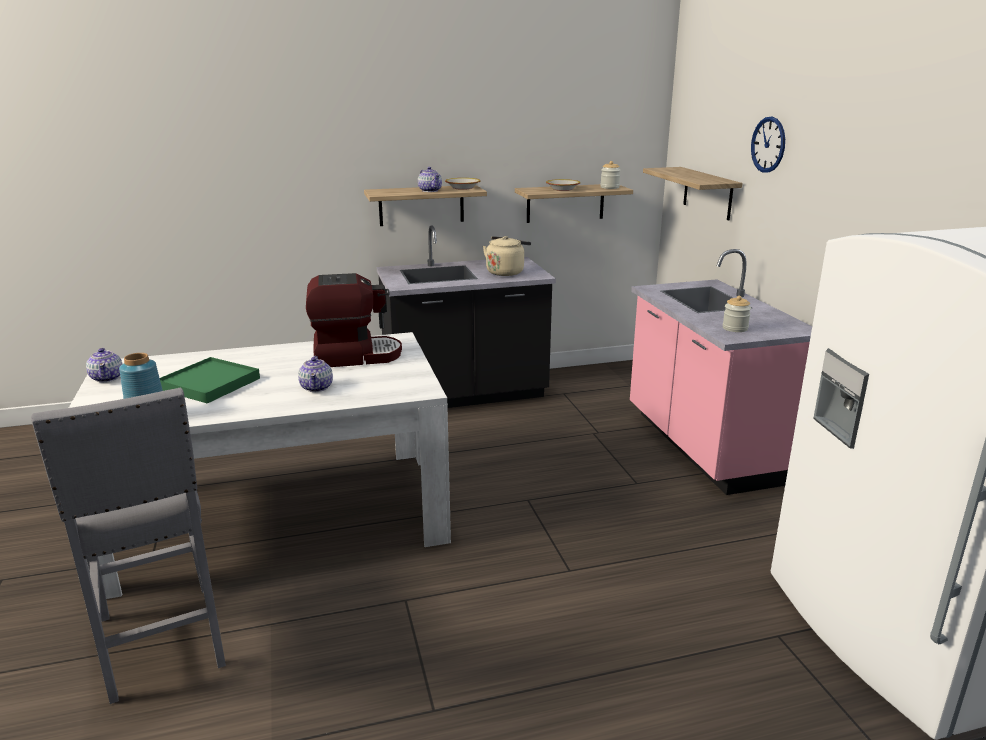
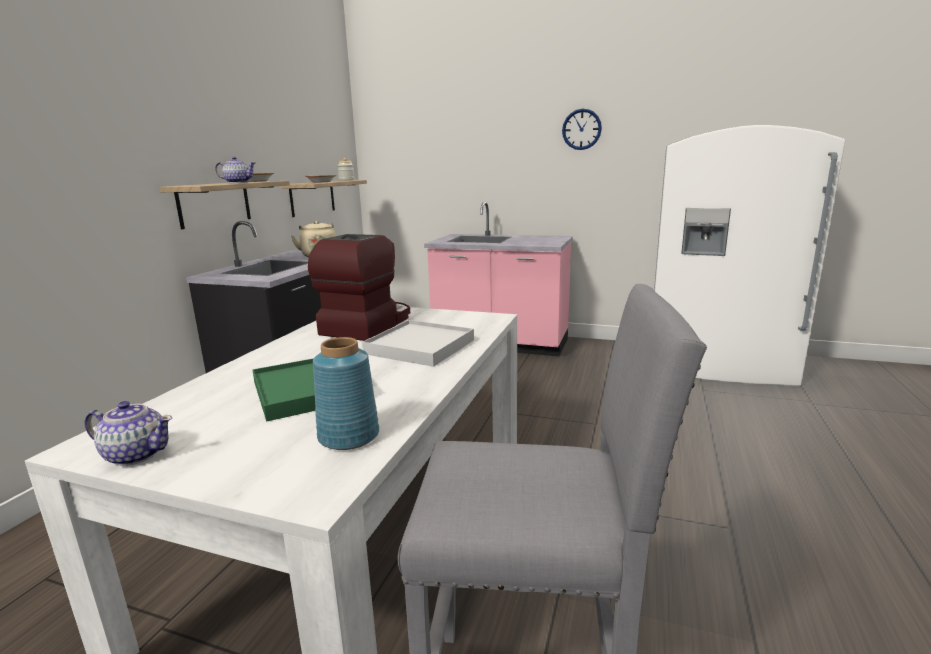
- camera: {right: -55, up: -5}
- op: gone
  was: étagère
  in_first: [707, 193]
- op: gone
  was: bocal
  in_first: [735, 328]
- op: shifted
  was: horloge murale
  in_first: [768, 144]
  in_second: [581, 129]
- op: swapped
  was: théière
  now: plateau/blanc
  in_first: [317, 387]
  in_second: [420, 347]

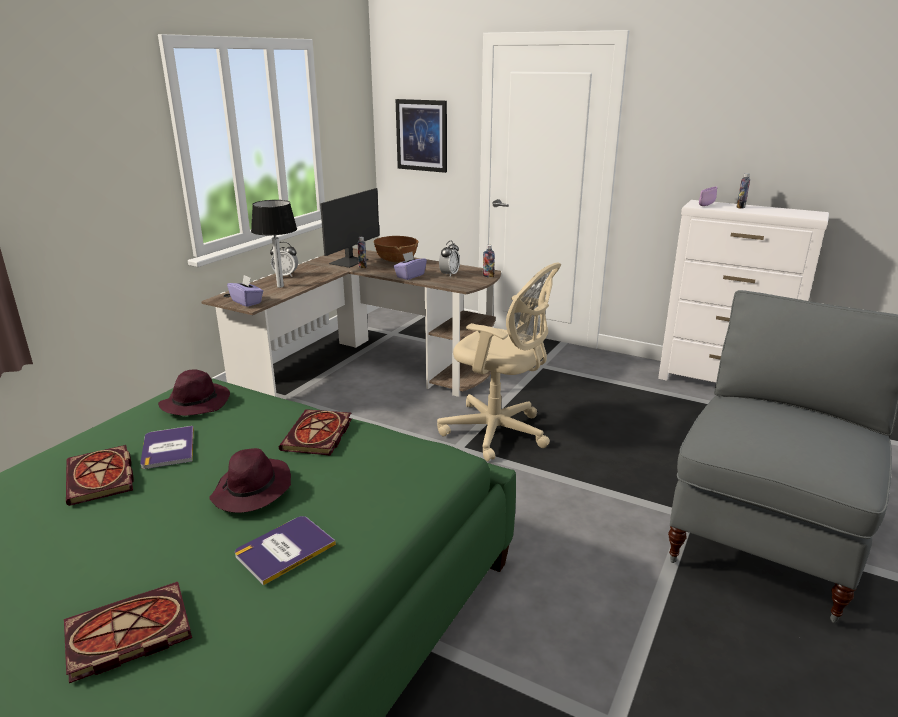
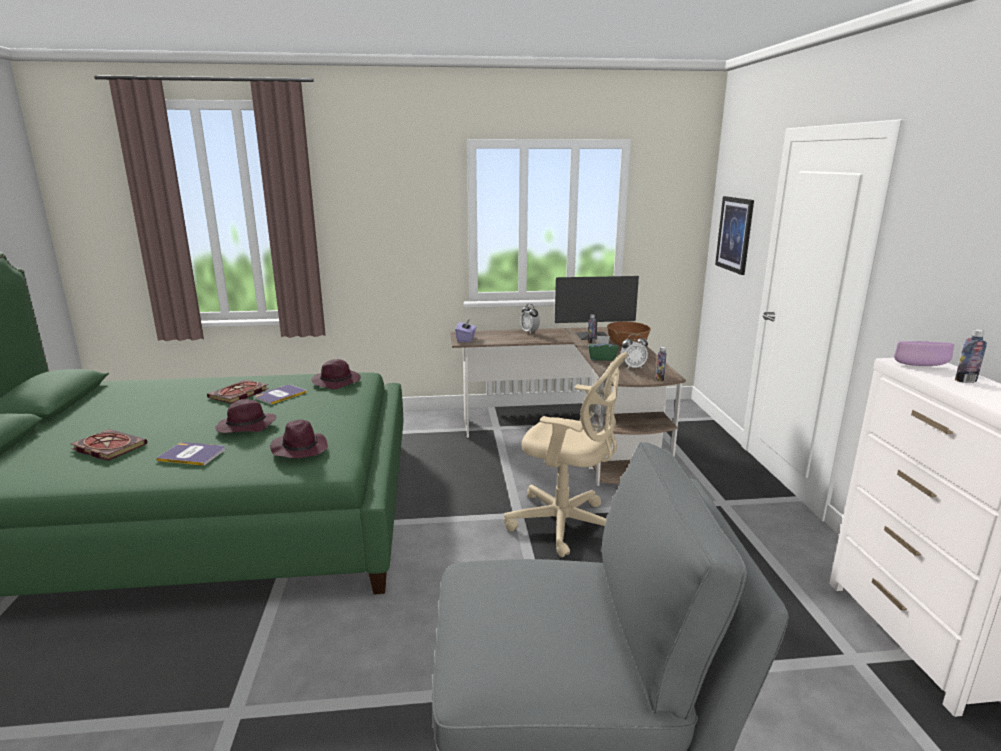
- camera: {right: 55, up: -5}
- op: gone
  was: lampe de table
  in_first: [281, 286]
- op: gone
  was: livre
  in_first: [318, 436]
- op: new
  now: chapeau/violet
  in_second: [299, 449]
- op: repainted
  was: boîte à mouchoirs/violet
  now: boîte à mouchoirs/vert
  in_first: [410, 276]
  in_second: [602, 358]
- op: rotated
  was: chaise de bureau/beige
  in_first: [498, 433]
  in_second: [566, 525]
  clockwise: -60

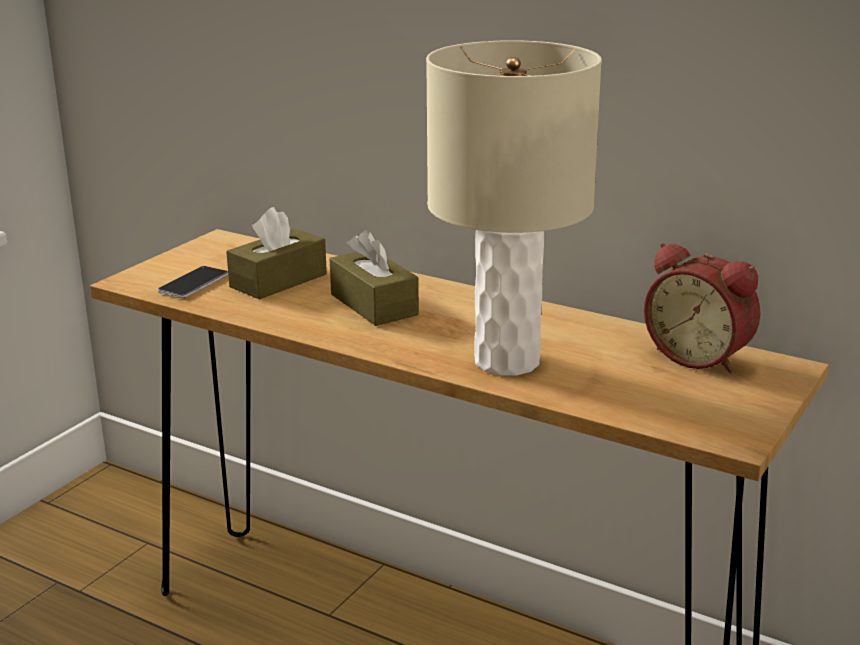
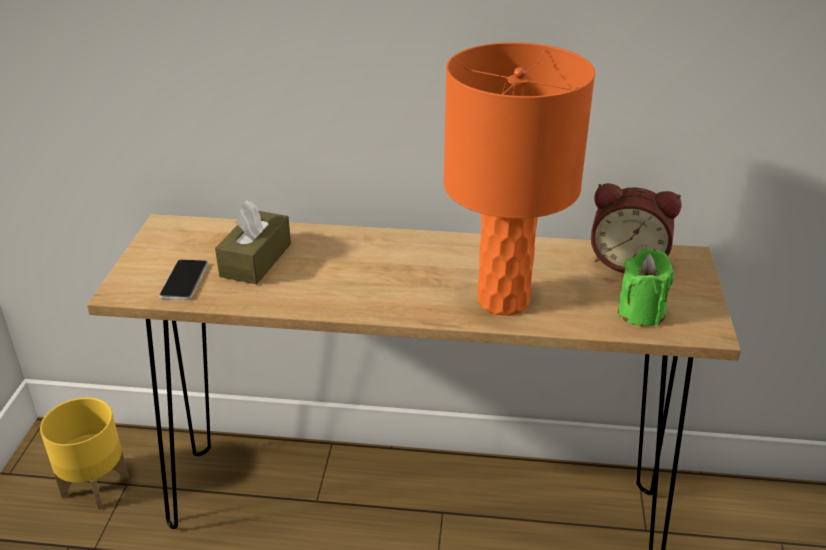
- camera: {right: -25, up: 10}
- op: gone
  was: boîte à mouchoirs/marron
  in_first: [374, 305]
- op: new
  now: cache-pot/jaune
  in_second: [94, 485]
- op: new
  now: bougie/vert
  in_second: [641, 313]
- op: repainted
  was: lampe de table/beige
  now: lampe de table/orange
  in_first: [506, 361]
  in_second: [502, 300]

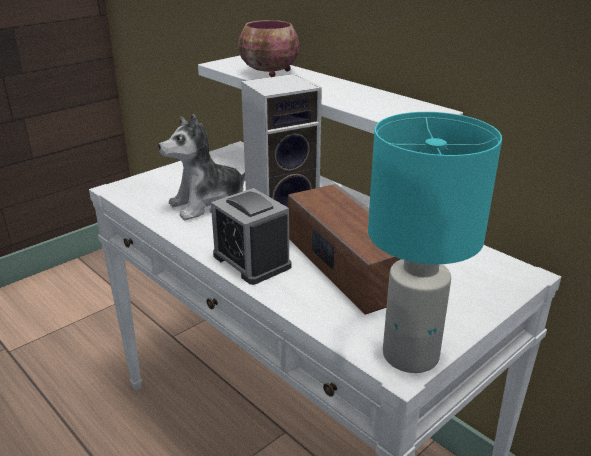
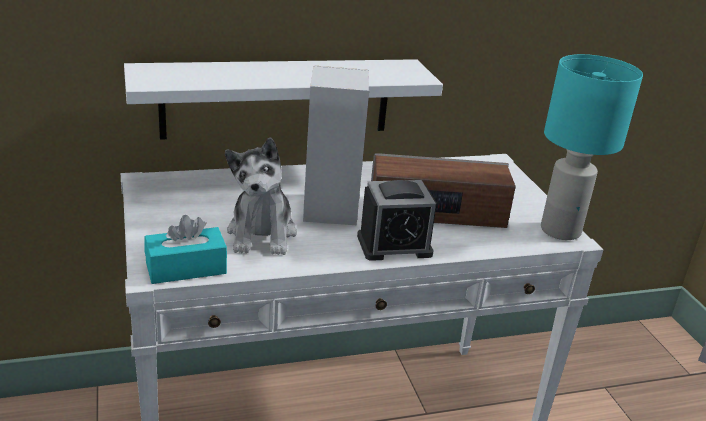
- camera: {right: -65, up: 0}
- op: gone
  was: bol
  in_first: [270, 73]
- op: new
  now: boîte à mouchoirs/turquoise
  in_second: [186, 268]

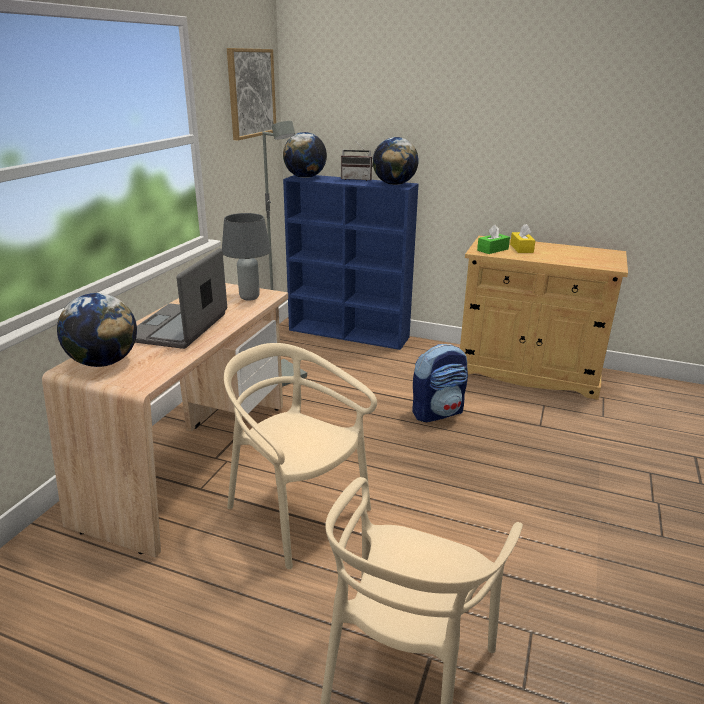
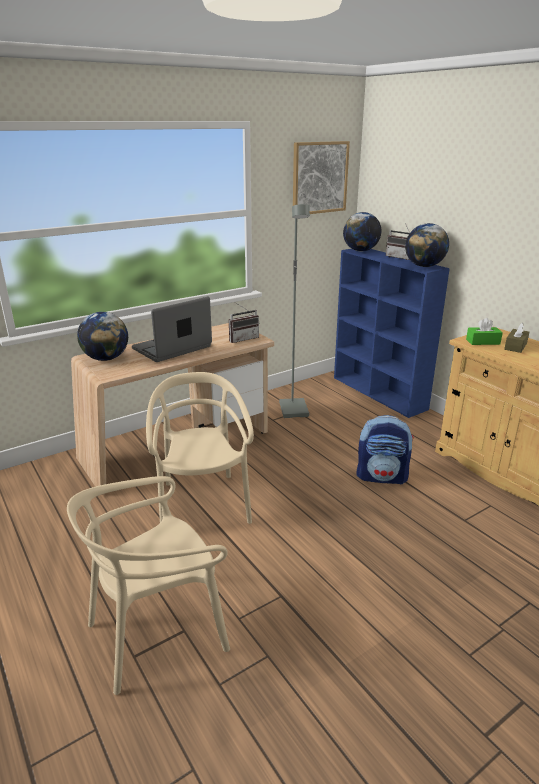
- camera: {right: 35, up: 0}
- op: swapped
  was: lampe de table/gris
  now: radio
  in_first: [249, 297]
  in_second: [242, 338]
- op: repainted
  was: boîte à mouchoirs/jaune
  now: boîte à mouchoirs/marron
  in_first: [521, 248]
  in_second: [515, 346]

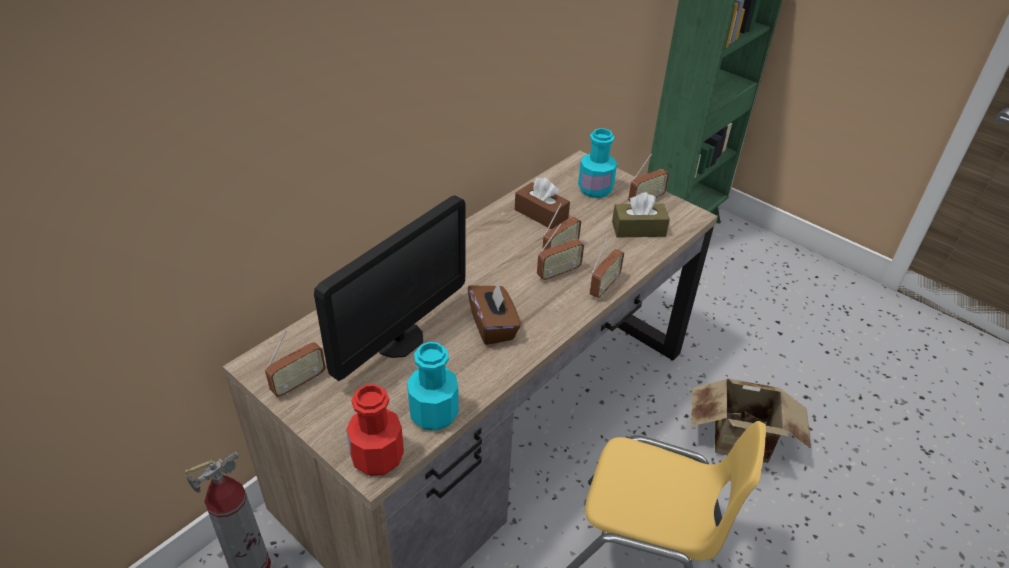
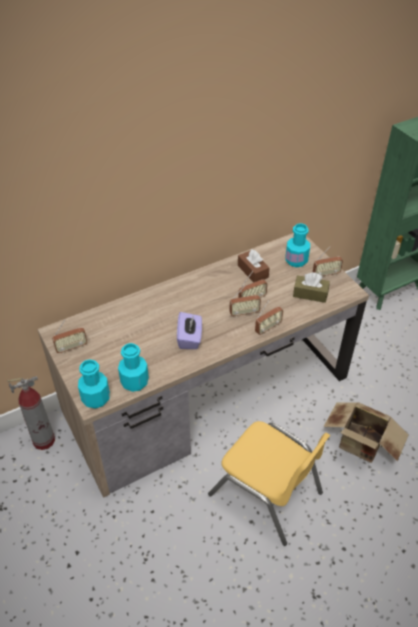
- camera: {right: 20, up: 5}
- op: gone
  was: écran d'ordinateur
  in_first: [399, 339]
- op: repainted
  was: bouteille/rouge
  now: bouteille/turquoise
  in_first: [377, 457]
  in_second: [96, 398]
- op: repainted
  was: boîte à mouchoirs/marron
  now: boîte à mouchoirs/violet
  in_first: [493, 326]
  in_second: [190, 338]

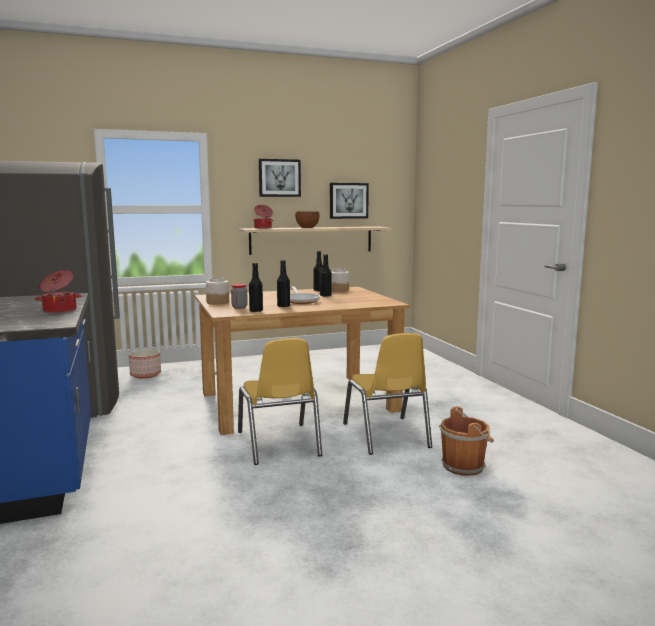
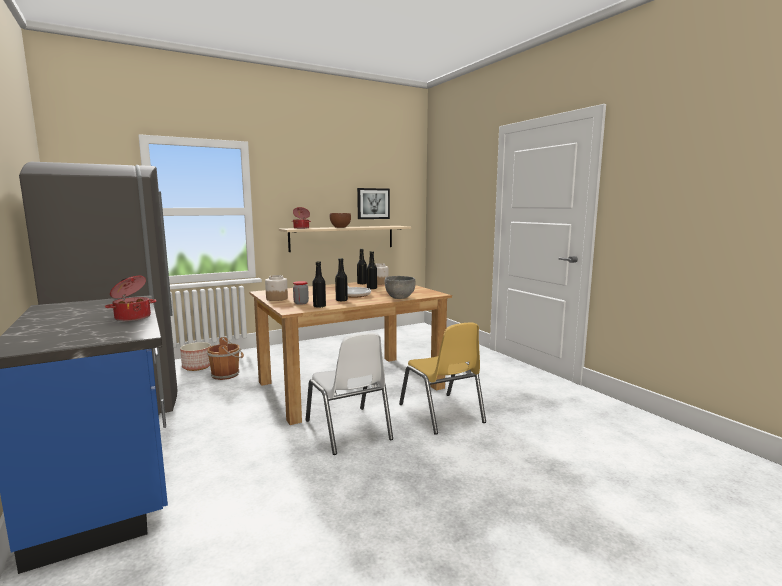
- camera: {right: -10, up: 0}
- op: gone
  was: tableau
  in_first: [279, 178]
- op: new
  now: bol/gris
  in_second: [399, 298]
- op: shifted
  was: seau/marron
  in_first: [465, 466]
  in_second: [227, 374]
- op: repainted
  was: chaise/jaune
  now: chaise/blanc
  in_first: [278, 444]
  in_second: [348, 430]

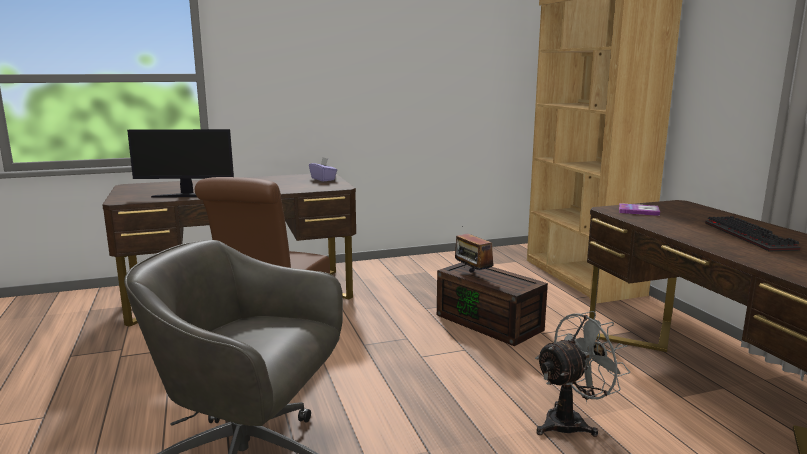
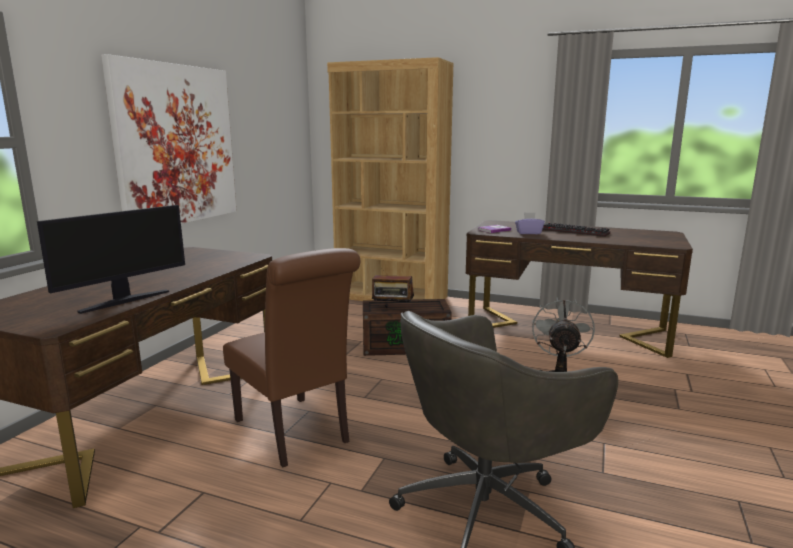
- camera: {right: -50, up: 0}
- op: new
  now: tableau
  in_second: [176, 145]
- op: shifted
  was: boîte à mouchoirs/violet
  in_first: [323, 179]
  in_second: [528, 233]

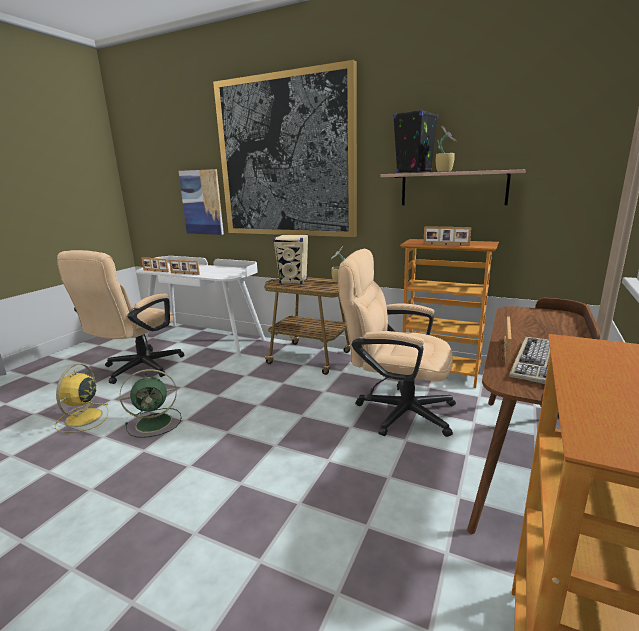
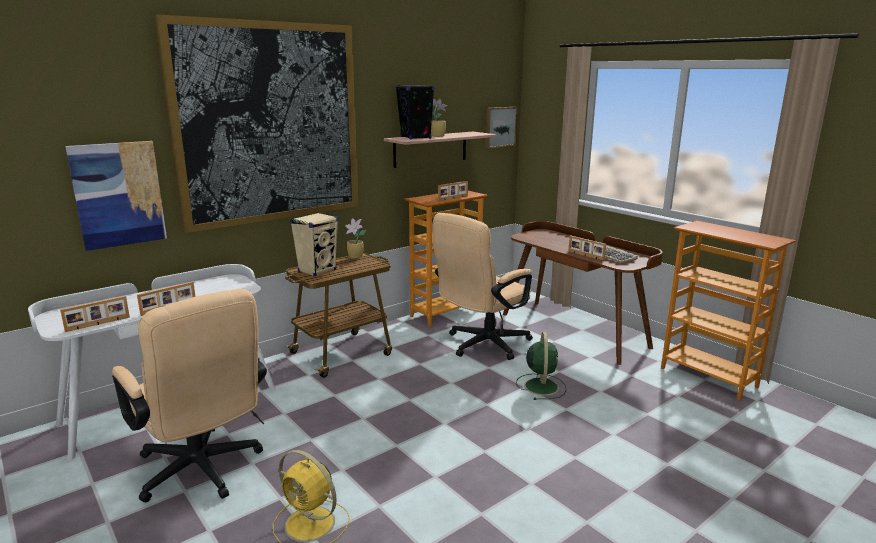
- camera: {right: -65, up: 0}
- op: new
  now: tableau
  in_second: [499, 127]
- op: shifted
  was: ventilateur/vert
  in_first: [156, 422]
  in_second: [541, 386]

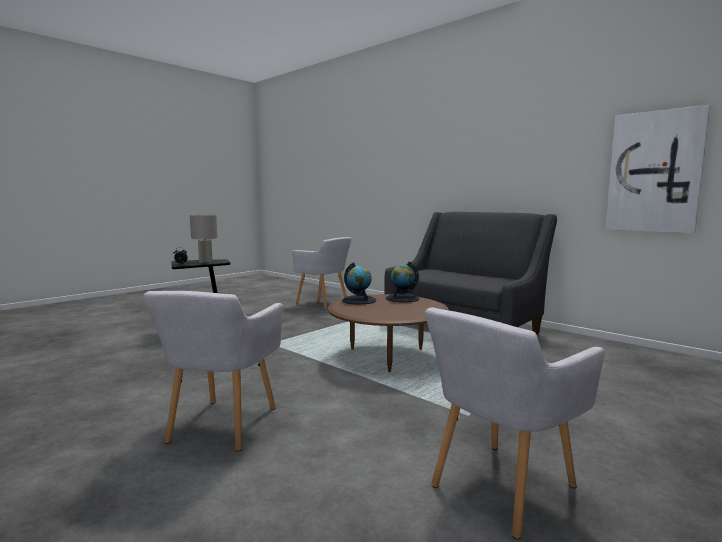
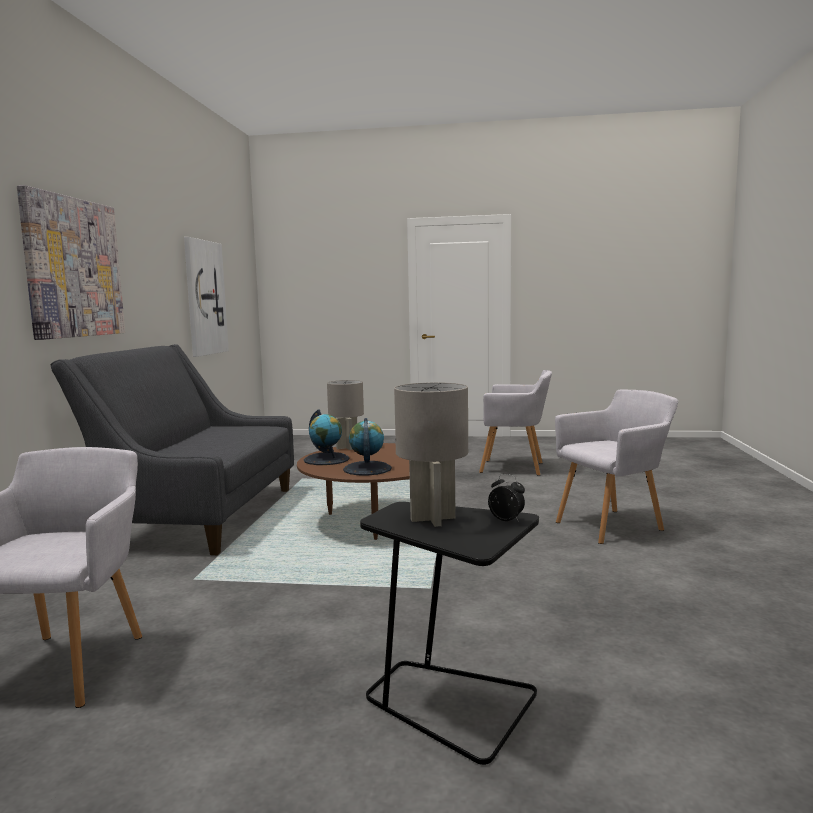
- camera: {right: -125, up: 0}
- op: new
  now: tableau
  in_second: [73, 268]
- op: new
  now: lampe de table/gris
  in_second: [346, 447]

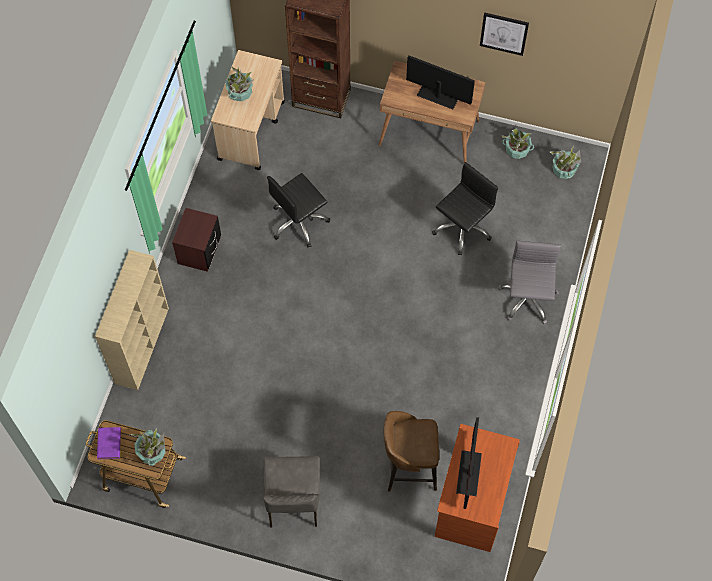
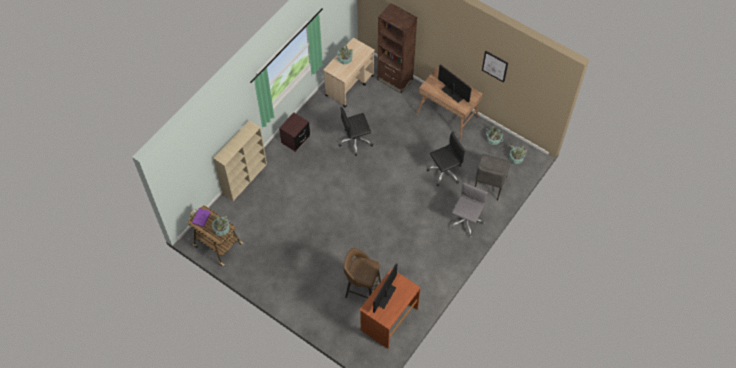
- camera: {right: 20, up: -5}
- op: shifted
  was: chaise/gris
  in_first: [293, 501]
  in_second: [489, 185]

